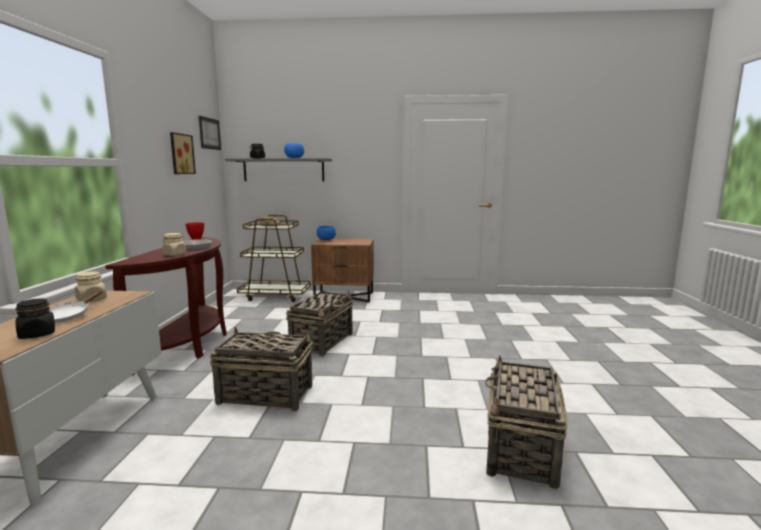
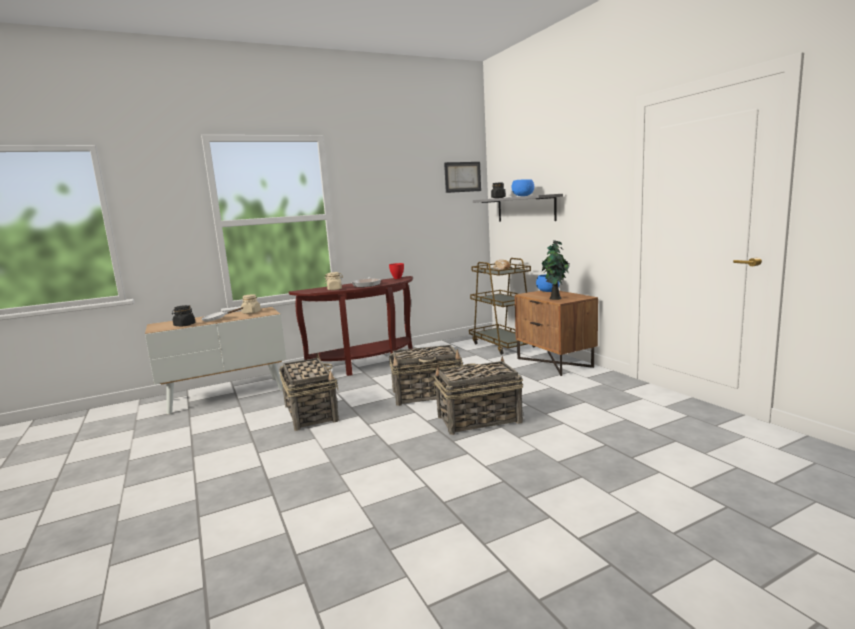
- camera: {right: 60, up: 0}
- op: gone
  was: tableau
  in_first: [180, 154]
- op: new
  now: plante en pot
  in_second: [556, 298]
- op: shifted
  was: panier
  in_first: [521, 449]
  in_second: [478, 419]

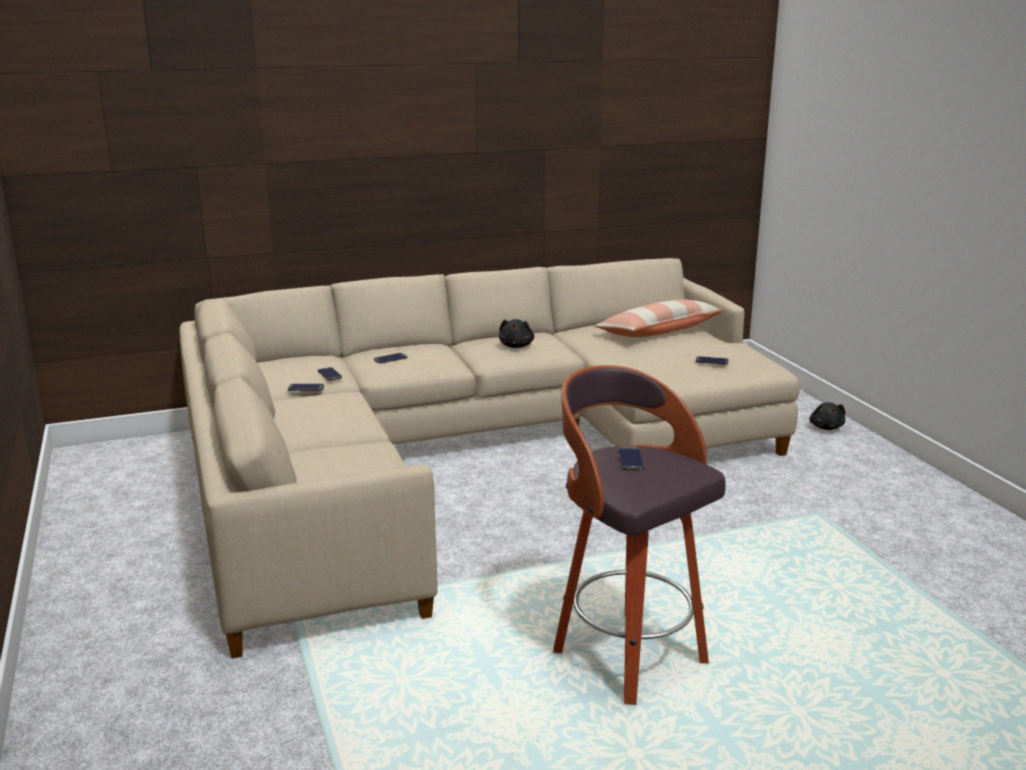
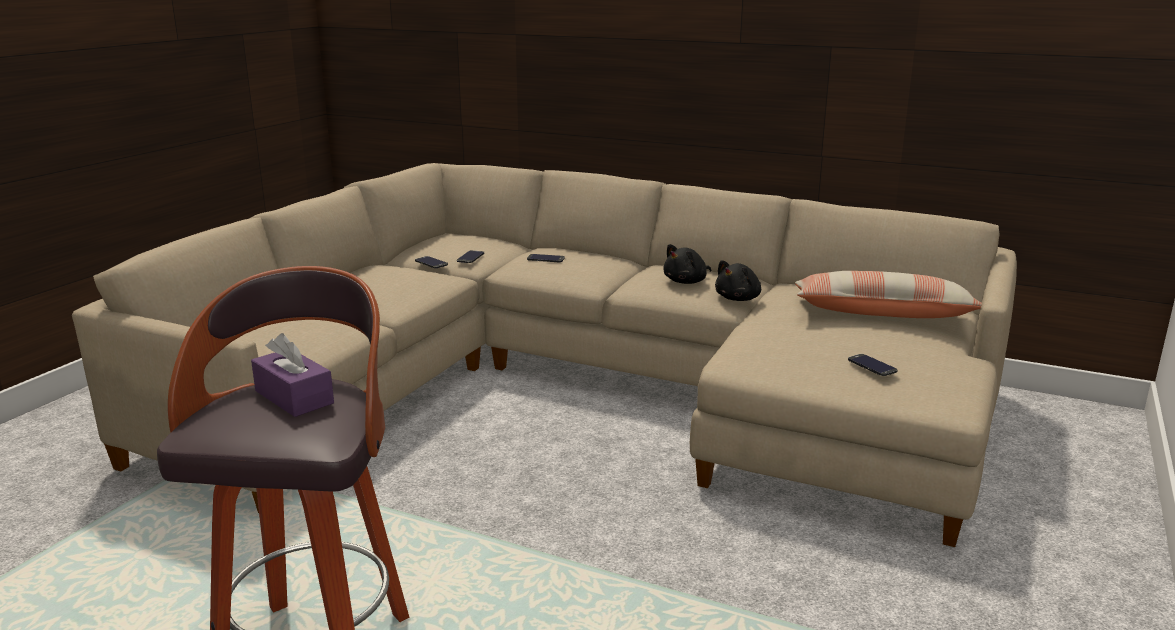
- camera: {right: 45, up: 0}
- op: shifted
  was: peluche/noir
  in_first: [826, 427]
  in_second: [739, 298]
- op: swapped
  was: téléphone
  now: boîte à mouchoirs/violet
  in_first: [630, 459]
  in_second: [294, 397]

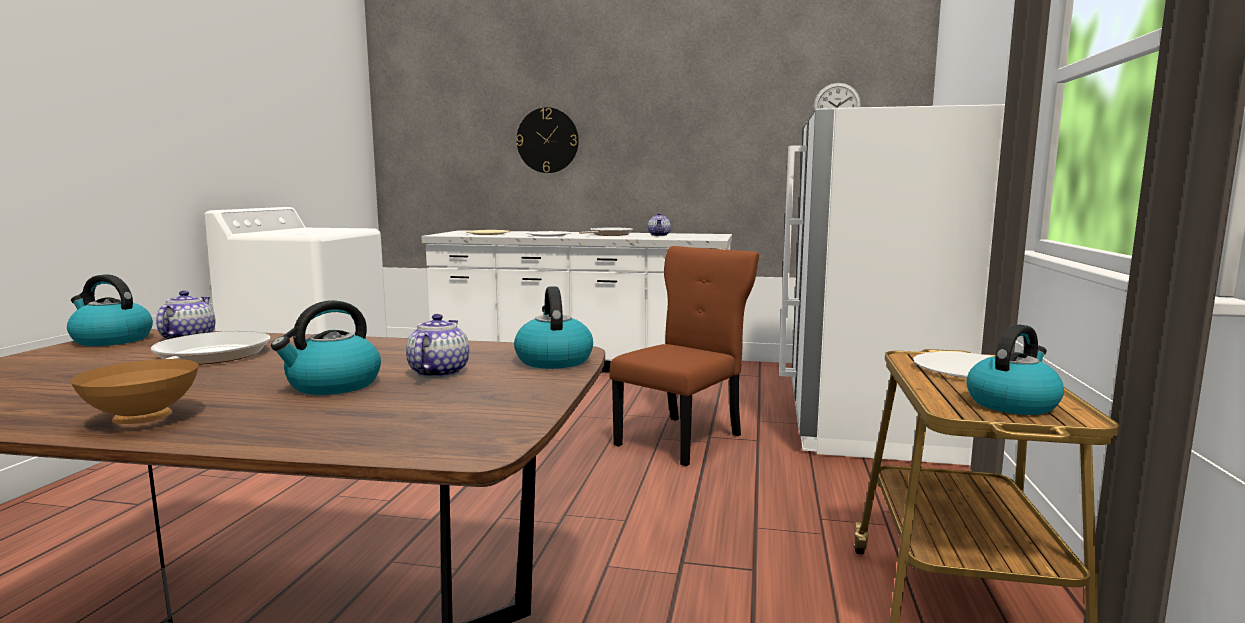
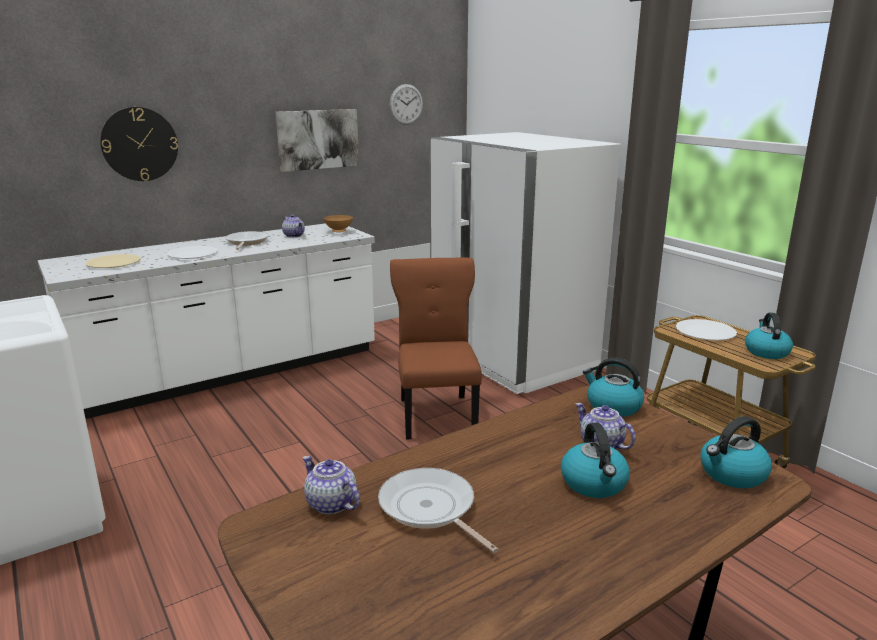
- camera: {right: -45, up: 10}
- op: new
  now: tableau
  in_second: [318, 139]
- op: shifted
  was: bouilloire
  in_first: [111, 340]
  in_second: [732, 474]
- op: shifted
  was: bol/marron
  in_first: [144, 419]
  in_second: [338, 231]

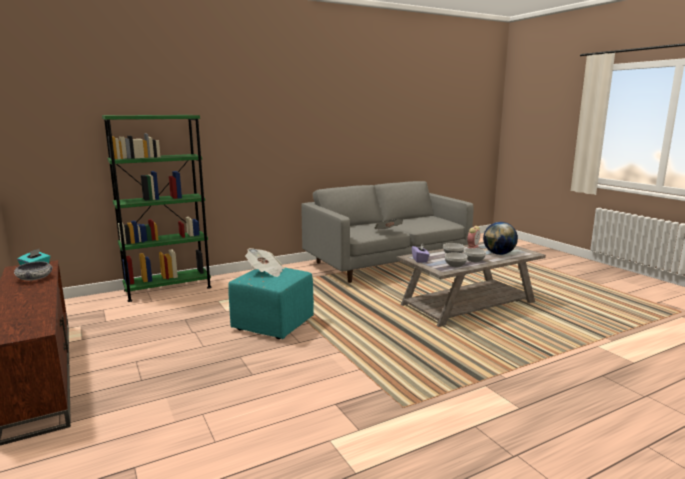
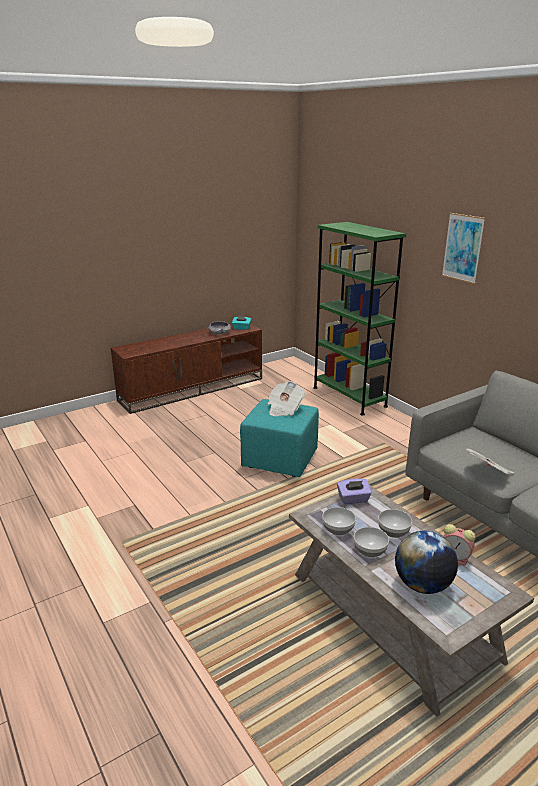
- camera: {right: 85, up: 10}
- op: new
  now: tableau
  in_second: [462, 248]

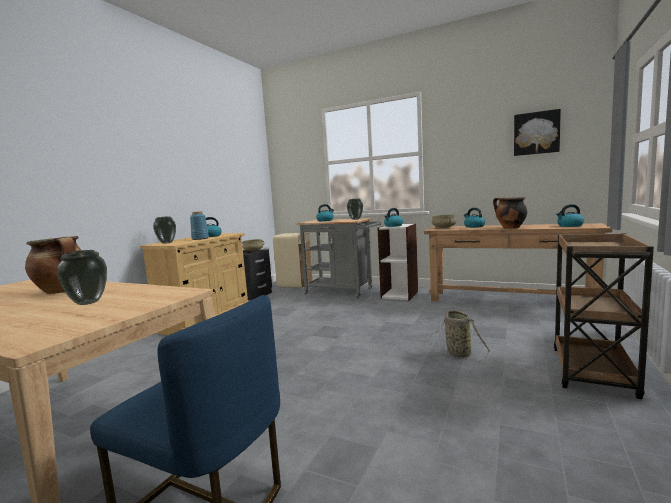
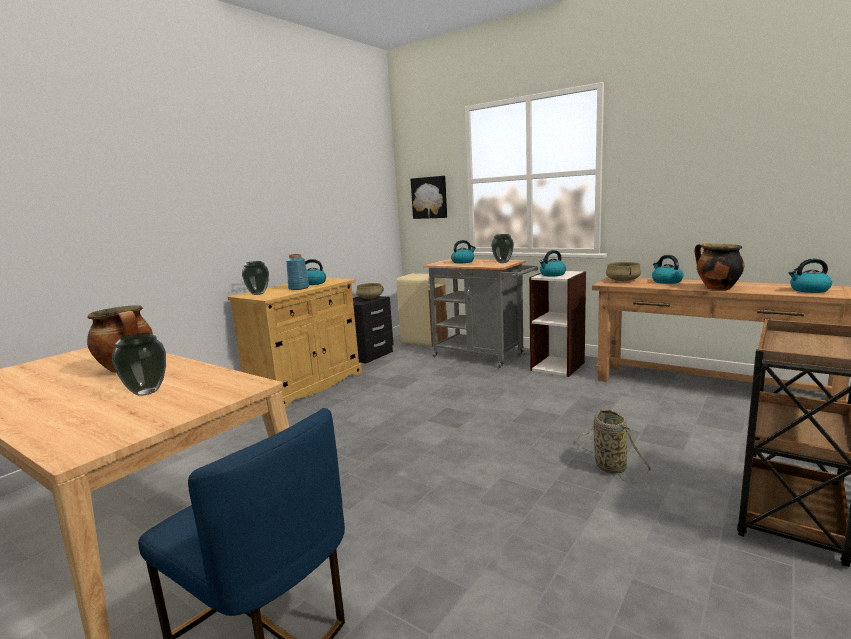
- camera: {right: 10, up: 5}
- op: shifted
  was: tableau
  in_first: [536, 133]
  in_second: [430, 197]

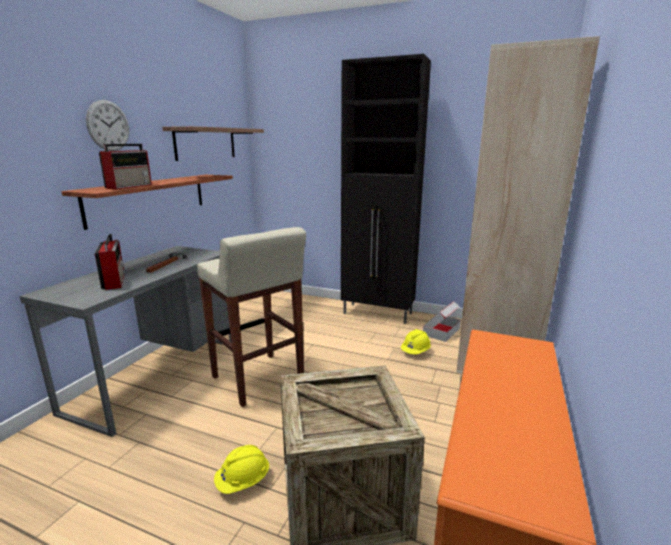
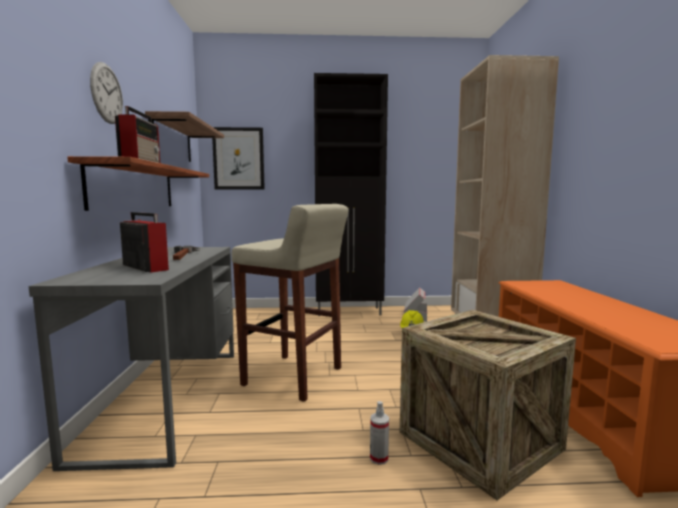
- camera: {right: -25, up: -10}
- op: new
  now: tableau
  in_second: [238, 159]
- op: swapped
  was: casque de chantier/jaune
  now: vaporisateur
  in_first: [243, 481]
  in_second: [379, 458]

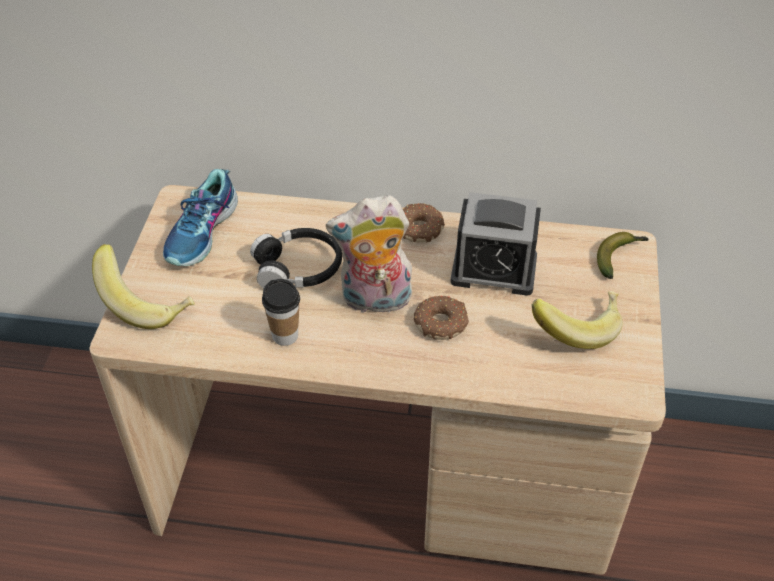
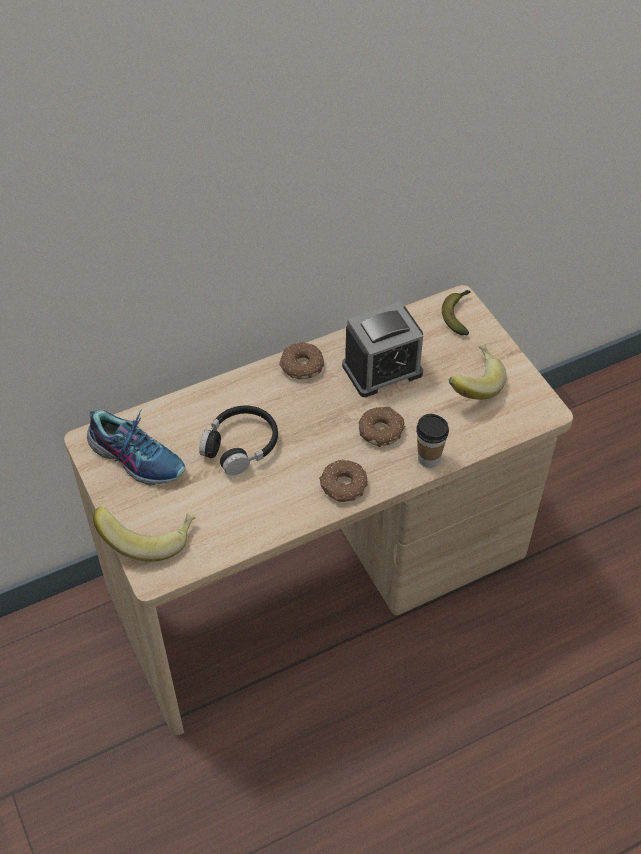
- camera: {right: -35, up: 5}
- op: gone
  was: peluche
  in_first: [375, 301]
- op: new
  now: beignet
  in_second: [343, 486]
- op: shifted
  was: tasse
  in_first: [285, 335]
  in_second: [429, 458]
- op: rotated
  was: chaussure
  in_first: [203, 232]
  in_second: [137, 457]
  clockwise: -45

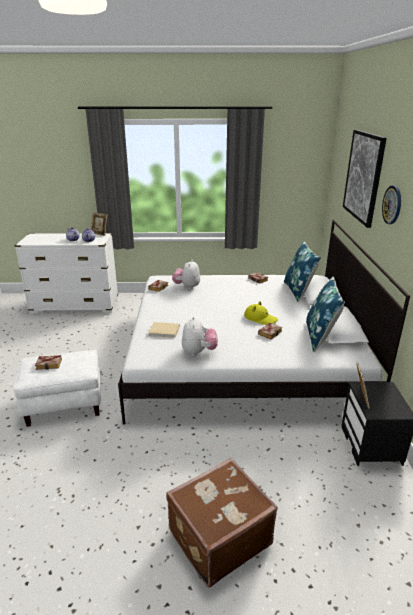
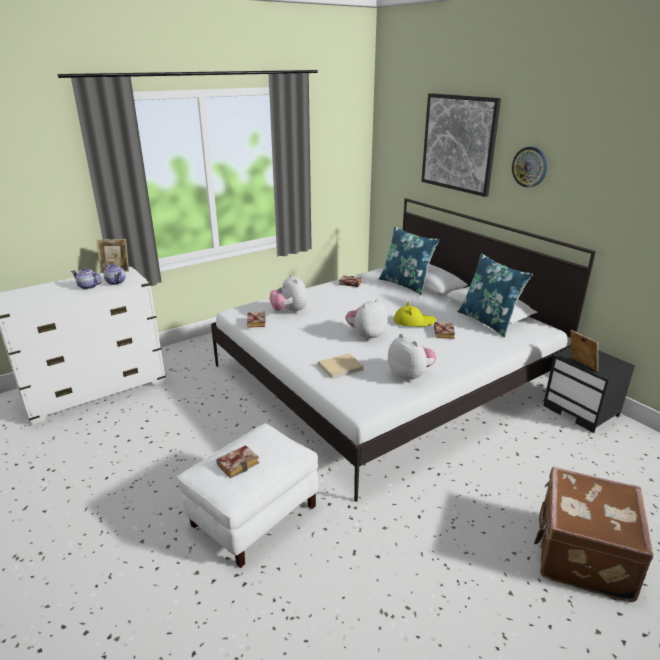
- camera: {right: -35, up: 0}
- op: new
  now: peluche
  in_second: [366, 335]

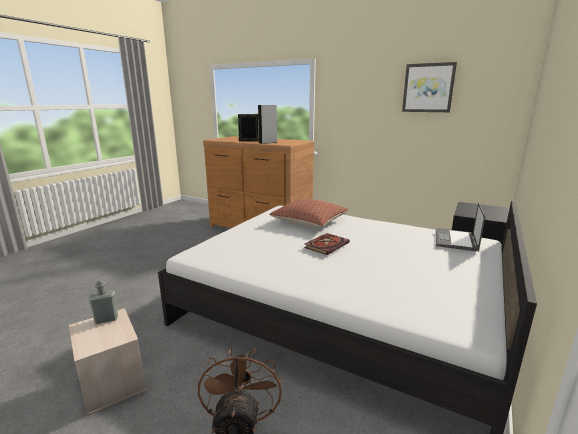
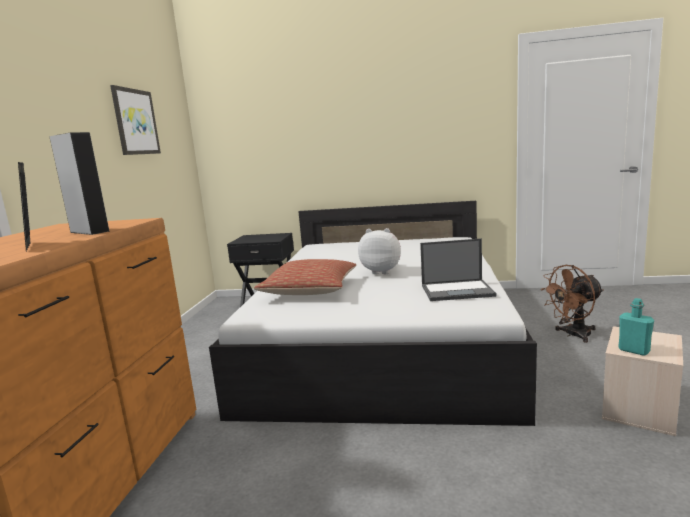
- camera: {right: -110, up: -5}
- op: shifted
  was: ordinateur portable
  in_first: [456, 240]
  in_second: [458, 290]
- op: swapped
  was: livre
  now: peluche
  in_first: [326, 245]
  in_second: [382, 271]
- op: repainted
  was: bouteille/gris
  now: bouteille/turquoise
  in_first: [106, 319]
  in_second: [634, 350]

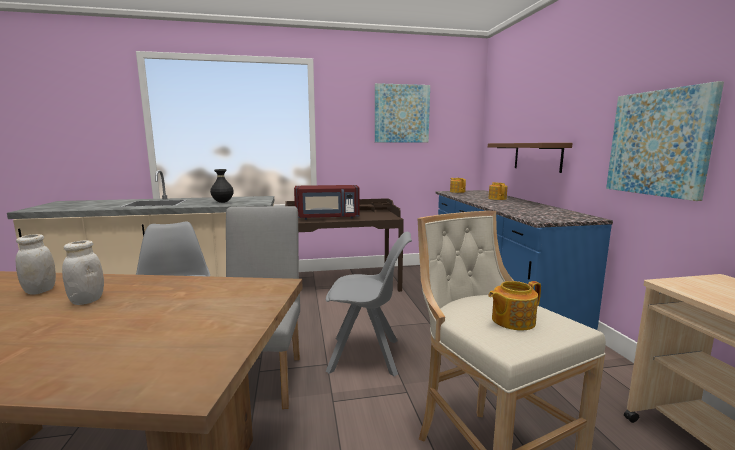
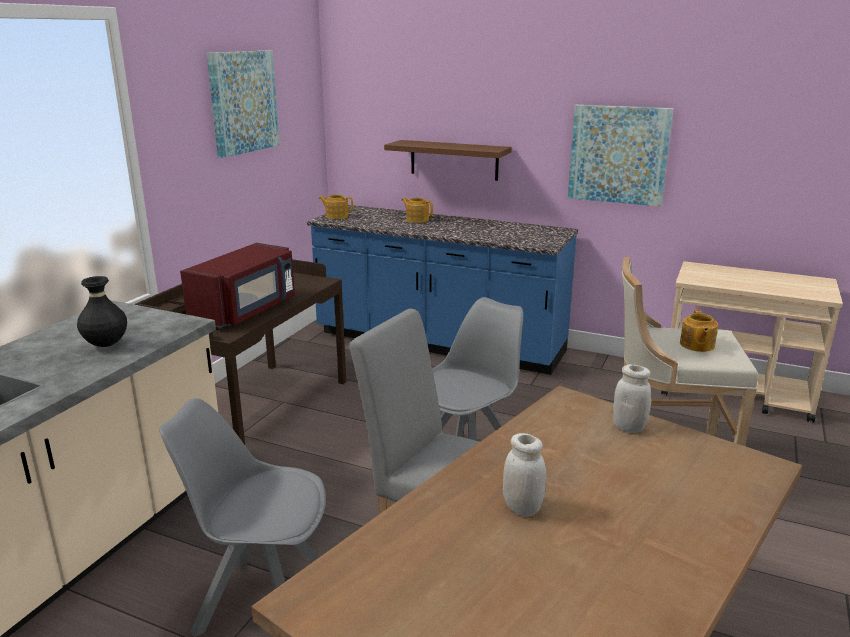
- camera: {right: -55, up: 10}
- op: shifted
  was: bocal/blanc
  in_first: [40, 291]
  in_second: [629, 427]

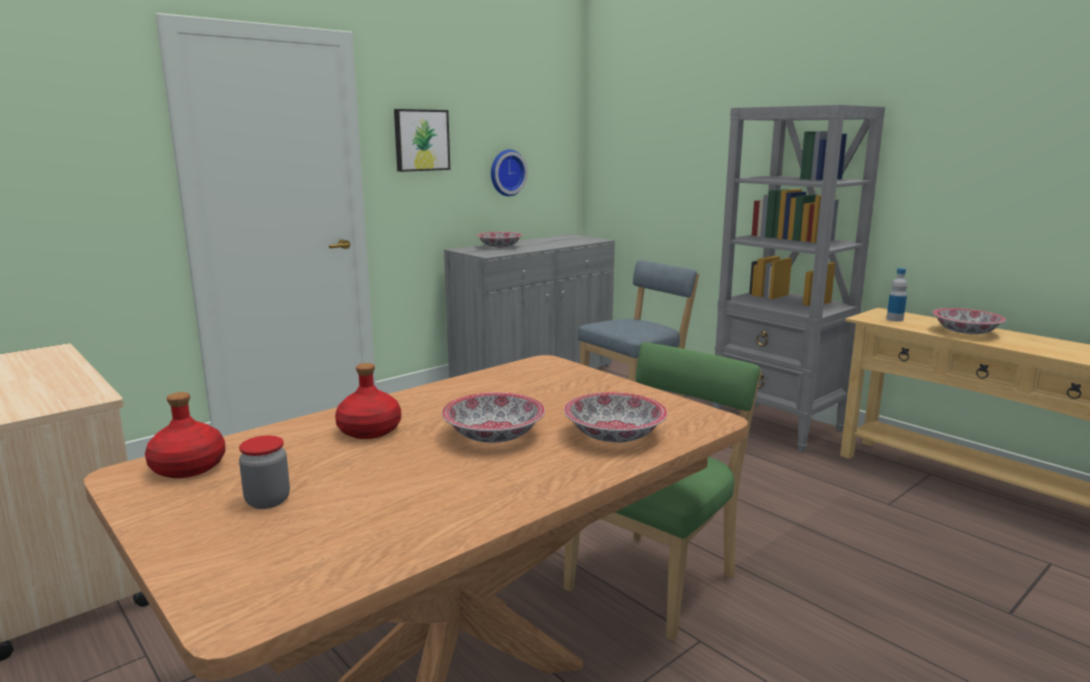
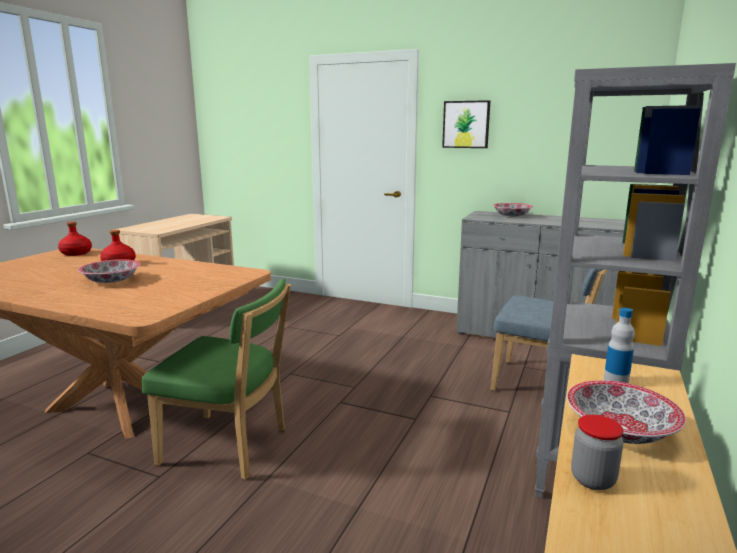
- camera: {right: 65, up: 0}
- op: gone
  was: horloge murale
  in_first: [506, 172]
- op: gone
  was: bol
  in_first: [614, 435]
- op: shifted
  was: bocal
  in_first: [268, 501]
  in_second: [593, 479]

